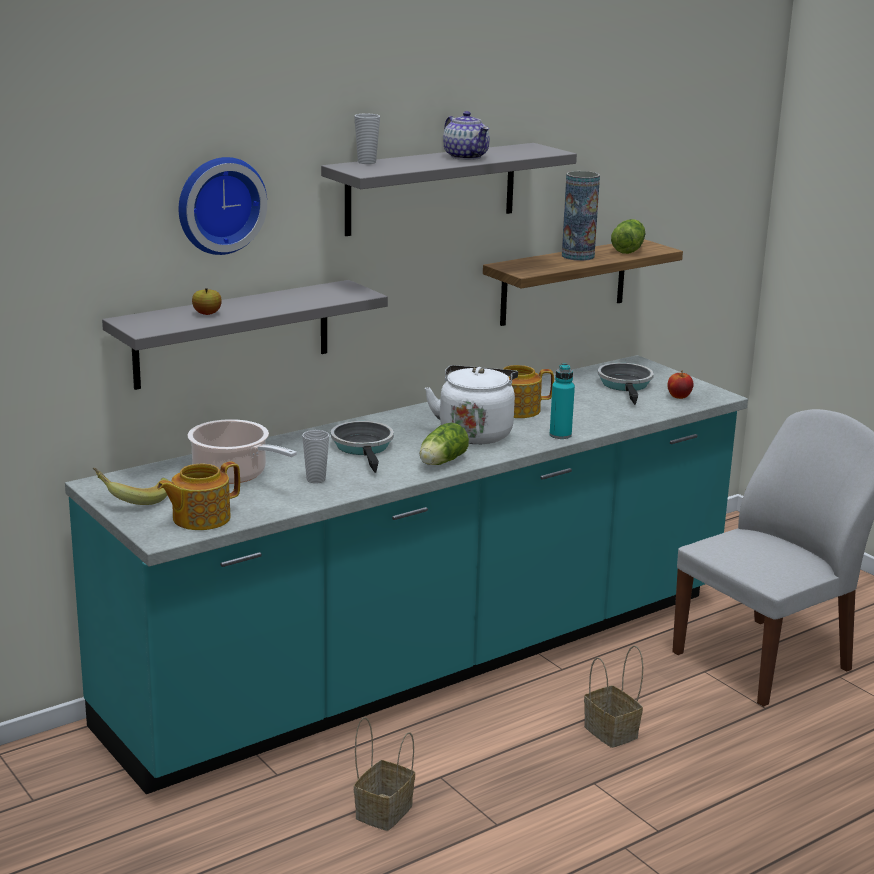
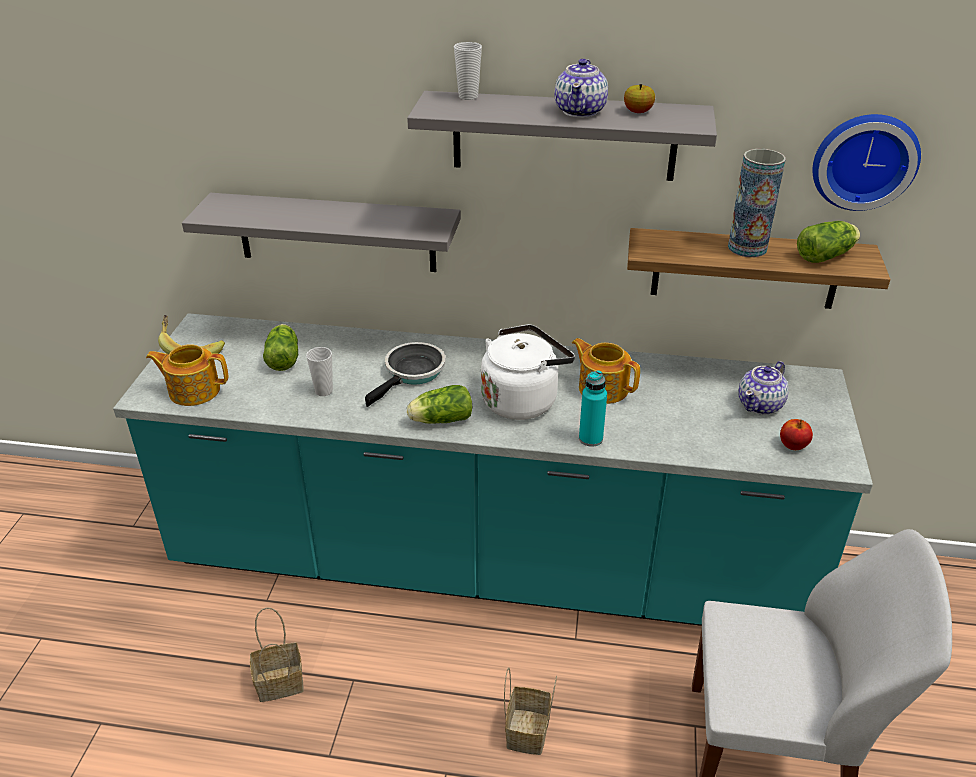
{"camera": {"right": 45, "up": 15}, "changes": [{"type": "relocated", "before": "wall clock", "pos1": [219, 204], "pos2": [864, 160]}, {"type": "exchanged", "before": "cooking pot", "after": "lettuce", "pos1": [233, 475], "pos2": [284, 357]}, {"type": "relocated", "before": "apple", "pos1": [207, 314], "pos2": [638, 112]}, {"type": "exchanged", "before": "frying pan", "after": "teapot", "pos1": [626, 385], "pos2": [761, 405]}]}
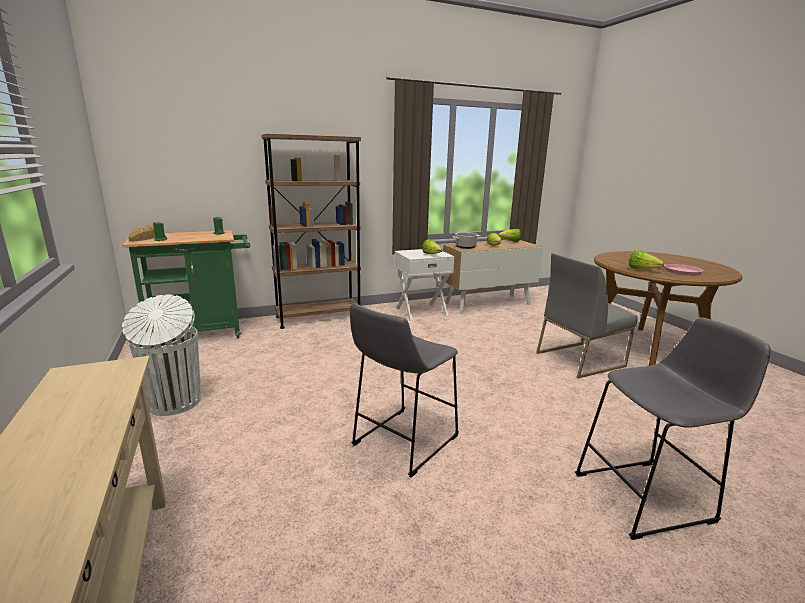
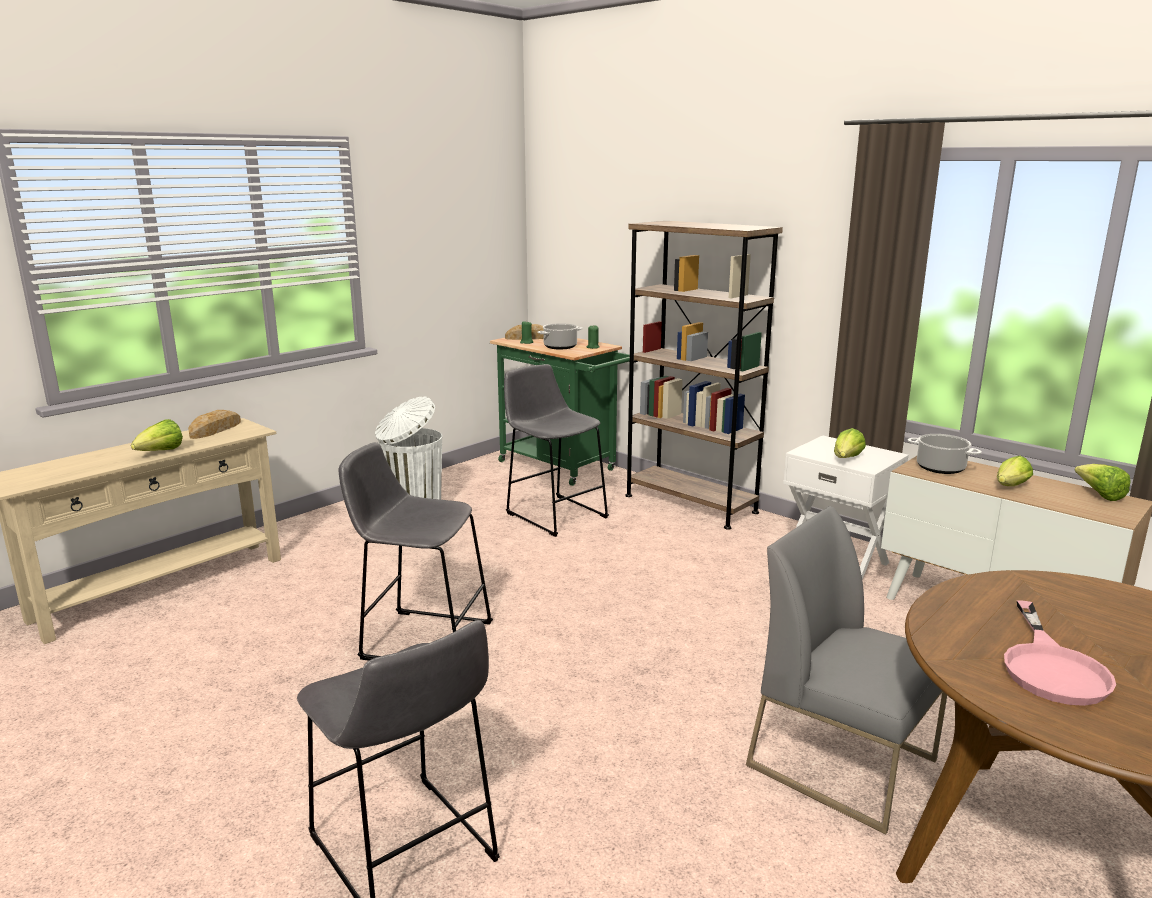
{"camera": {"right": 65, "up": 0}, "changes": [{"type": "relocated", "before": "lettuce", "pos1": [642, 269], "pos2": [160, 452]}, {"type": "appeared", "after": "bread", "pos2": [216, 429]}, {"type": "appeared", "after": "grey stool", "pos2": [553, 513]}, {"type": "appeared", "after": "cooking pot", "pos2": [560, 347]}]}
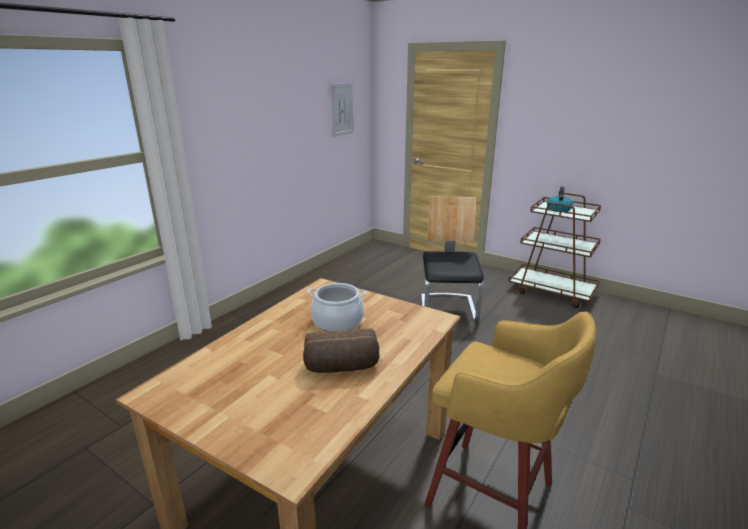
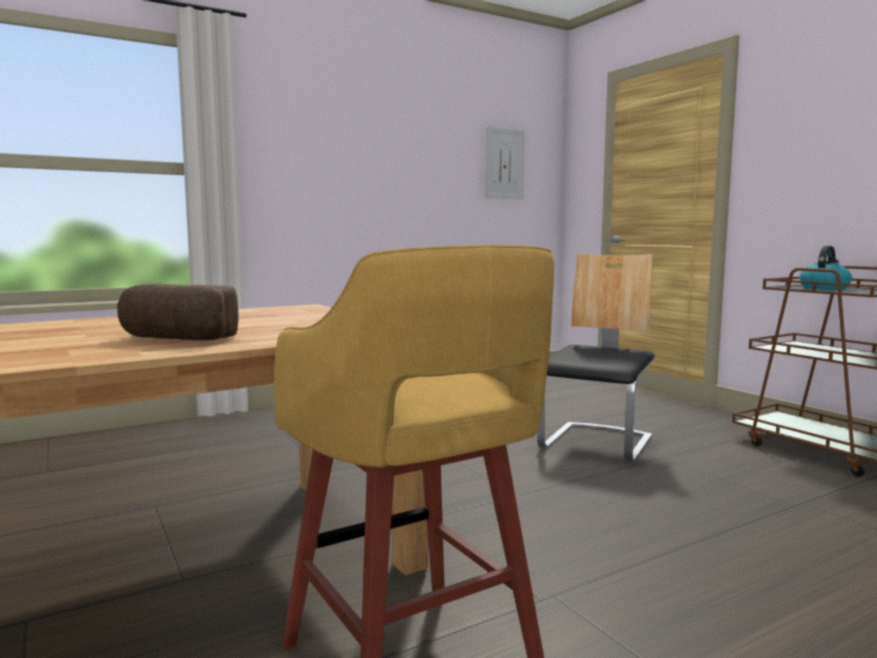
{"camera": {"right": 25, "up": -15}, "changes": [{"type": "missing", "before": "cooking pot", "pos1": [337, 321]}]}
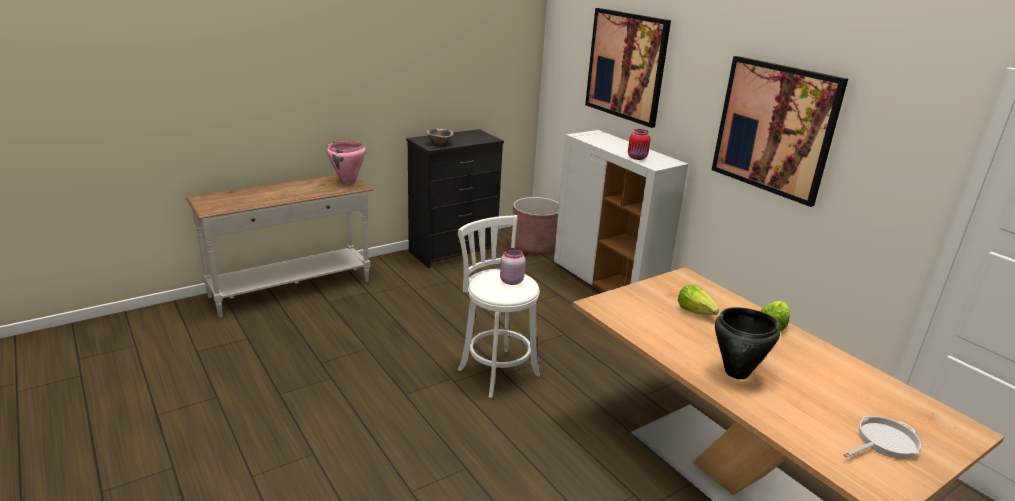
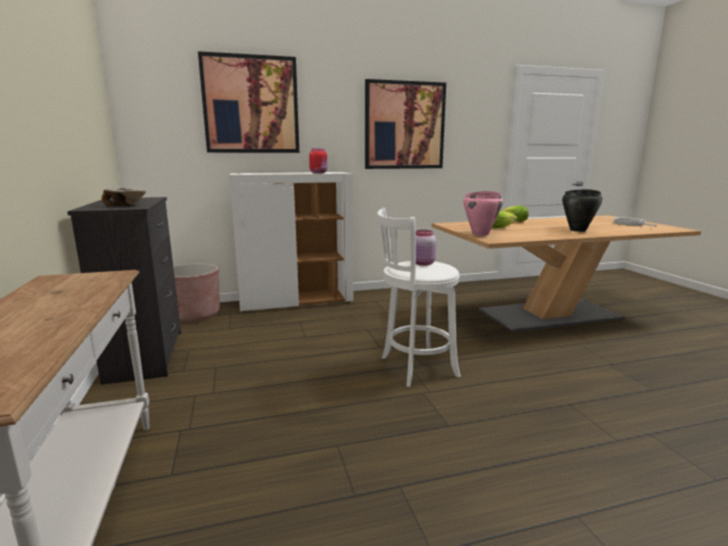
{"camera": {"right": -70, "up": -10}, "changes": [{"type": "relocated", "before": "pink cooking pot", "pos1": [348, 182], "pos2": [480, 234]}]}
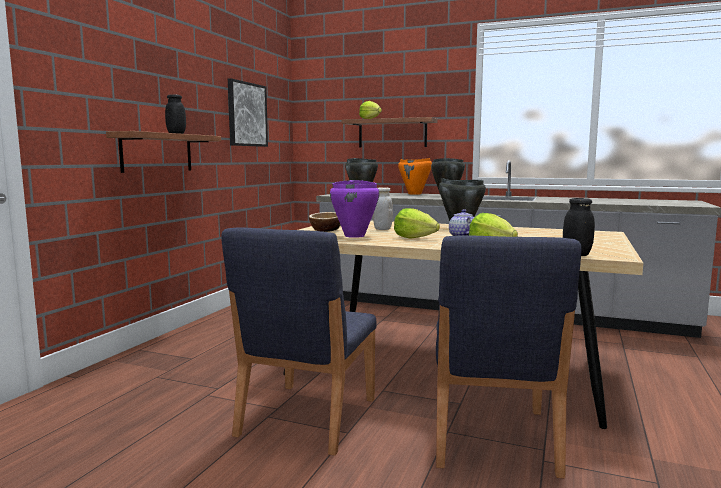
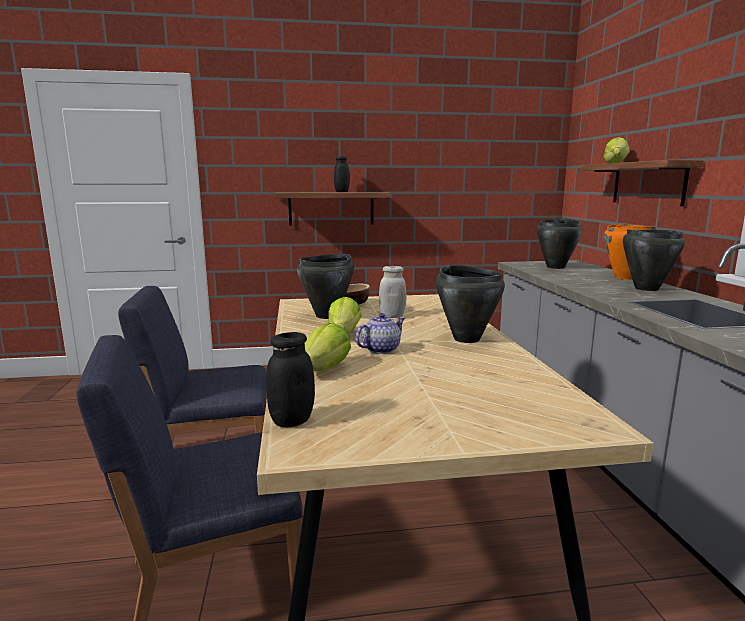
{"camera": {"right": 60, "up": 5}, "changes": [{"type": "missing", "before": "picture", "pos1": [247, 114]}, {"type": "colour", "before": "purple cooking pot", "after": "black cooking pot", "pos1": [355, 236], "pos2": [327, 316]}]}
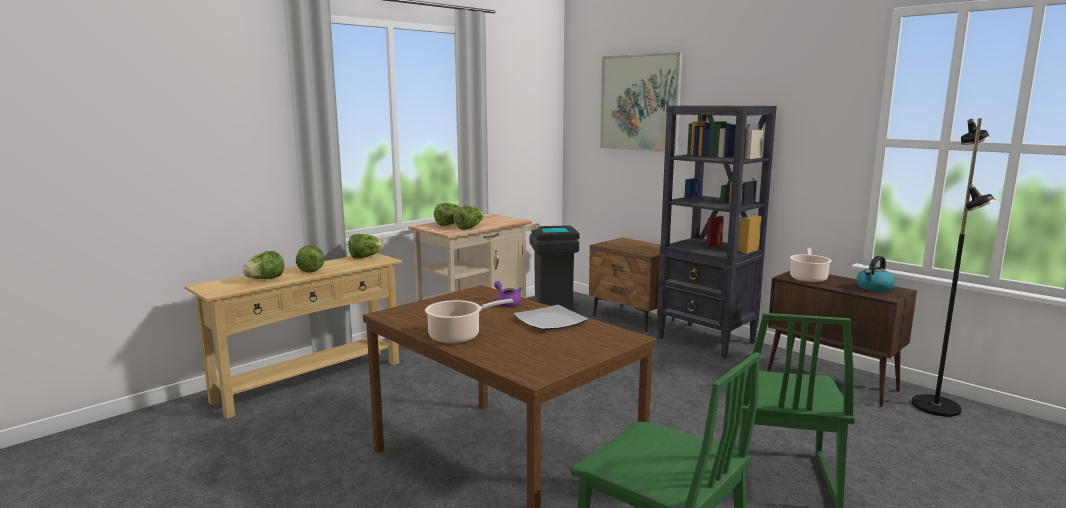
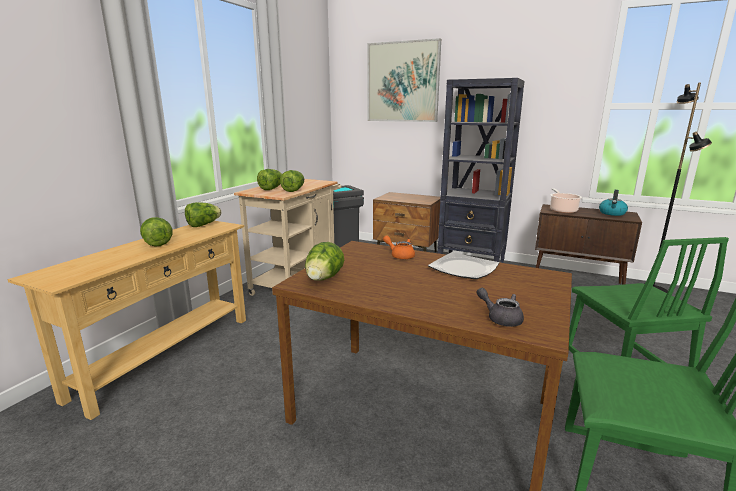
{"camera": {"right": -20, "up": 5}, "changes": [{"type": "relocated", "before": "lettuce", "pos1": [265, 279], "pos2": [323, 279]}, {"type": "missing", "before": "cooking pot", "pos1": [458, 336]}, {"type": "colour", "before": "purple teapot", "after": "orange teapot", "pos1": [507, 303], "pos2": [400, 255]}, {"type": "appeared", "after": "grey teapot", "pos2": [500, 318]}]}
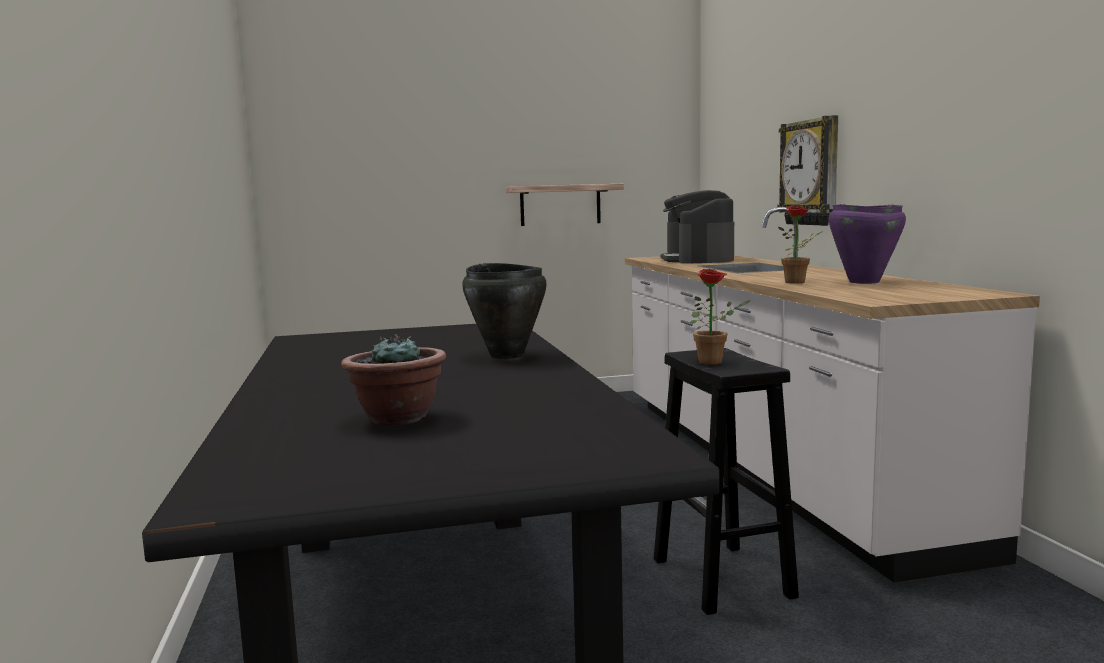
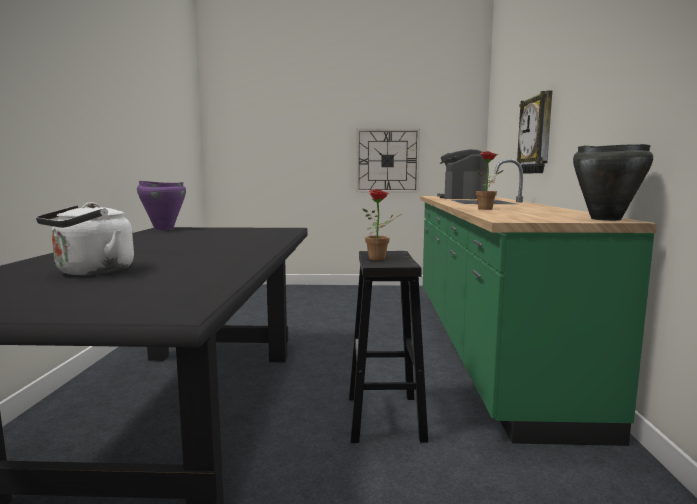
{"camera": {"right": 15, "up": 0}, "changes": [{"type": "exchanged", "before": "potted plant", "after": "white kettle", "pos1": [397, 418], "pos2": [91, 272]}, {"type": "relocated", "before": "black cooking pot", "pos1": [507, 355], "pos2": [605, 219]}, {"type": "exchanged", "before": "shelf", "after": "wall clock", "pos1": [560, 205], "pos2": [387, 161]}, {"type": "colour", "before": "white counter", "after": "green counter", "pos1": [767, 465], "pos2": [484, 343]}, {"type": "relocated", "before": "purple cooking pot", "pos1": [863, 282], "pos2": [163, 229]}]}
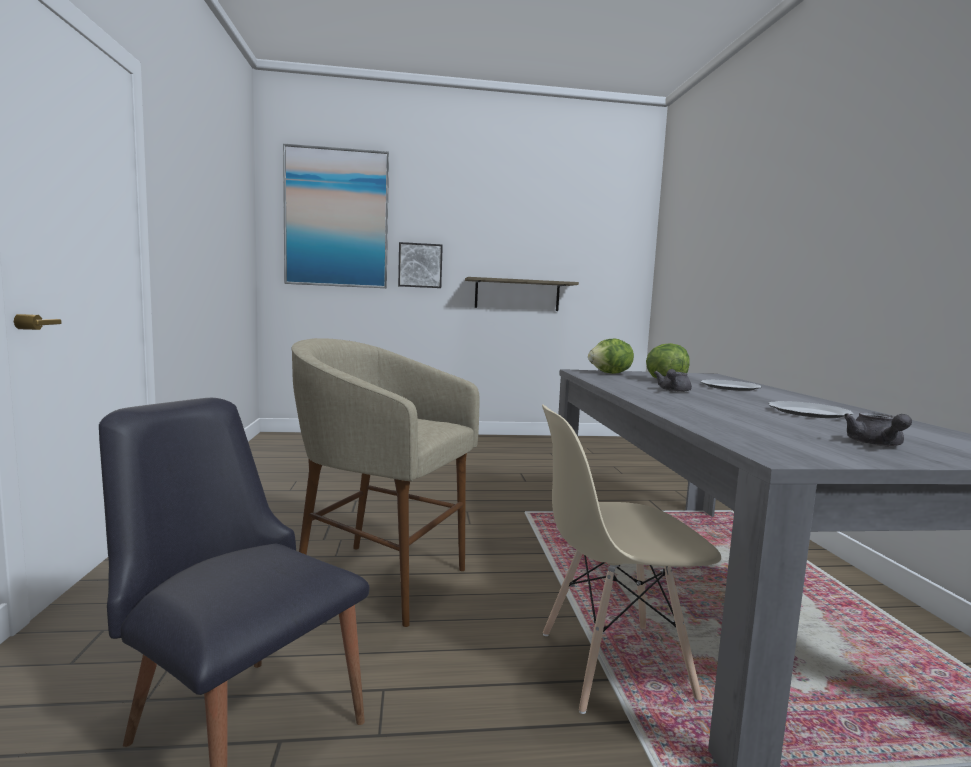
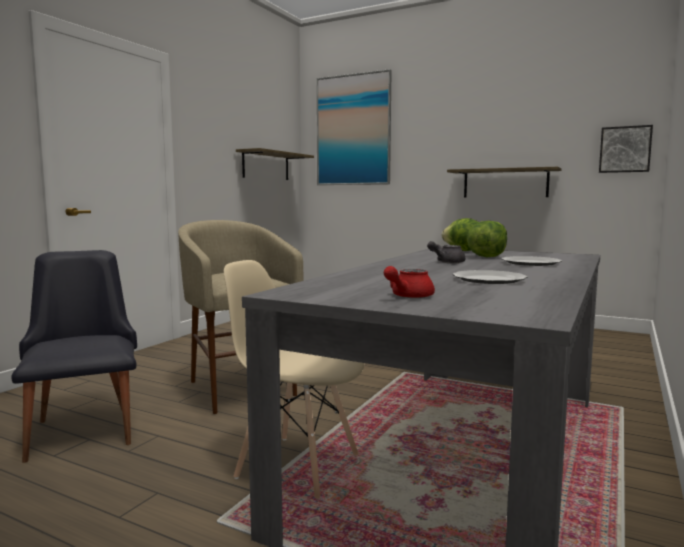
{"camera": {"right": 35, "up": 0}, "changes": [{"type": "relocated", "before": "picture", "pos1": [420, 265], "pos2": [625, 149]}, {"type": "colour", "before": "grey teapot", "after": "red teapot", "pos1": [876, 444], "pos2": [407, 296]}, {"type": "appeared", "after": "shelf", "pos2": [266, 166]}]}
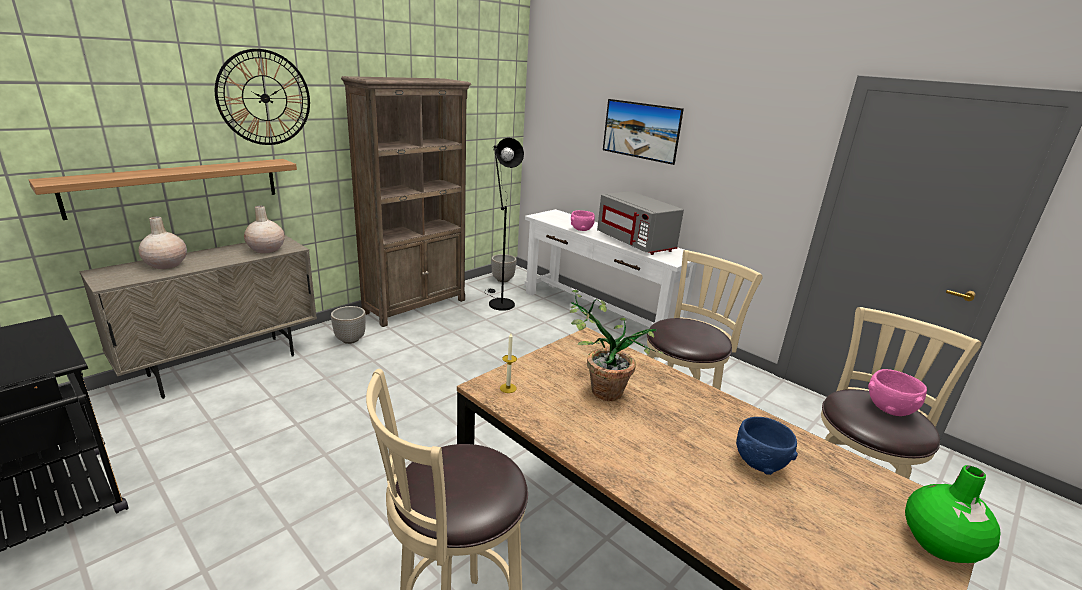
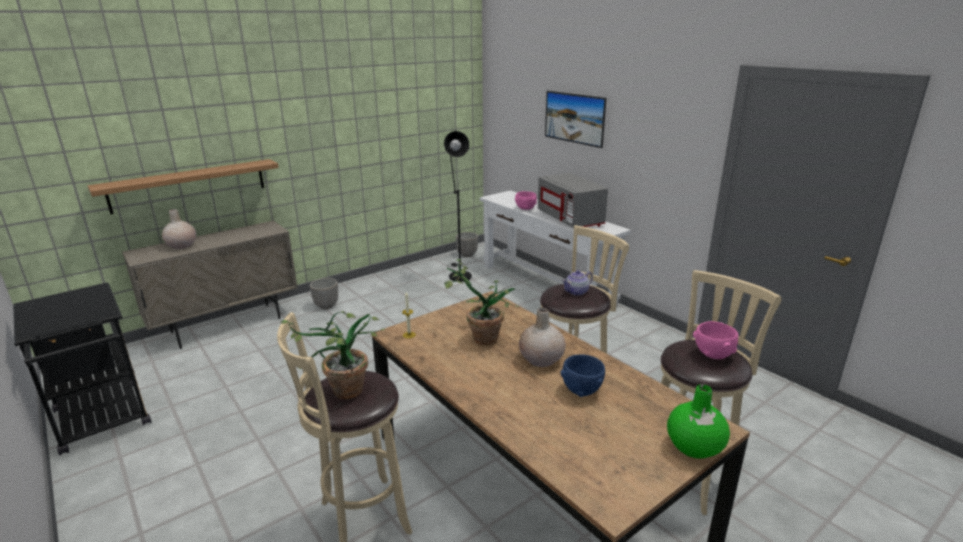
{"camera": {"right": 10, "up": 0}, "changes": [{"type": "missing", "before": "wall clock", "pos1": [264, 98]}, {"type": "relocated", "before": "beige vase", "pos1": [266, 249], "pos2": [541, 360]}, {"type": "missing", "before": "brown bookcase", "pos1": [416, 306]}, {"type": "appeared", "after": "potted plant", "pos2": [340, 394]}, {"type": "appeared", "after": "teapot", "pos2": [577, 292]}]}
